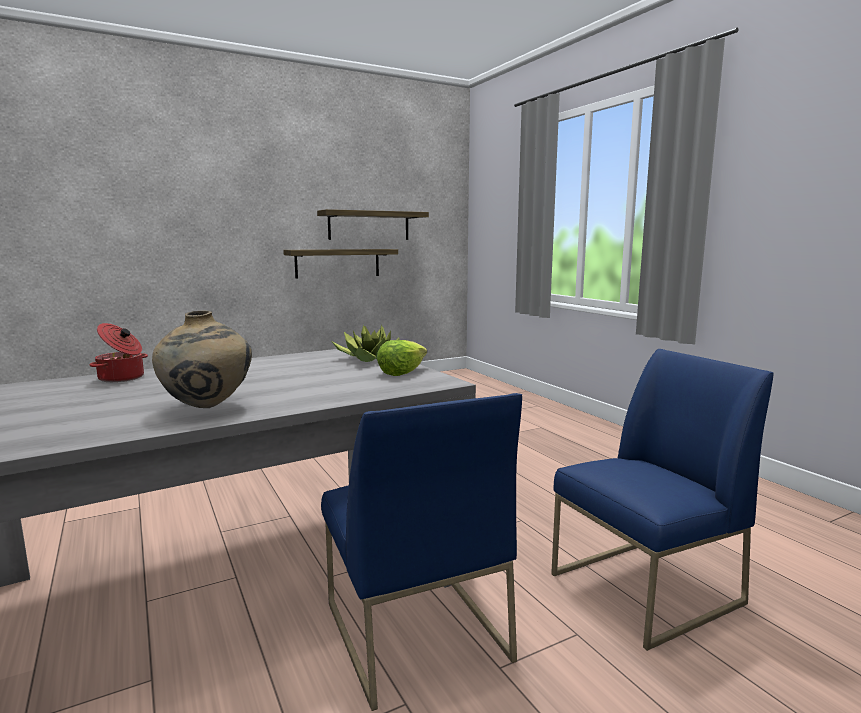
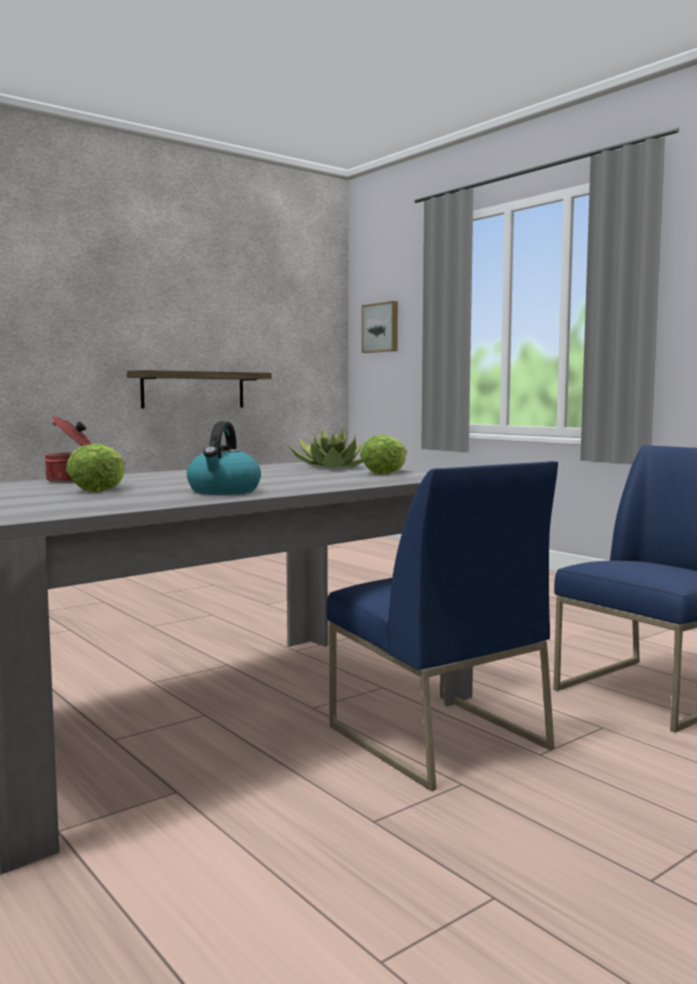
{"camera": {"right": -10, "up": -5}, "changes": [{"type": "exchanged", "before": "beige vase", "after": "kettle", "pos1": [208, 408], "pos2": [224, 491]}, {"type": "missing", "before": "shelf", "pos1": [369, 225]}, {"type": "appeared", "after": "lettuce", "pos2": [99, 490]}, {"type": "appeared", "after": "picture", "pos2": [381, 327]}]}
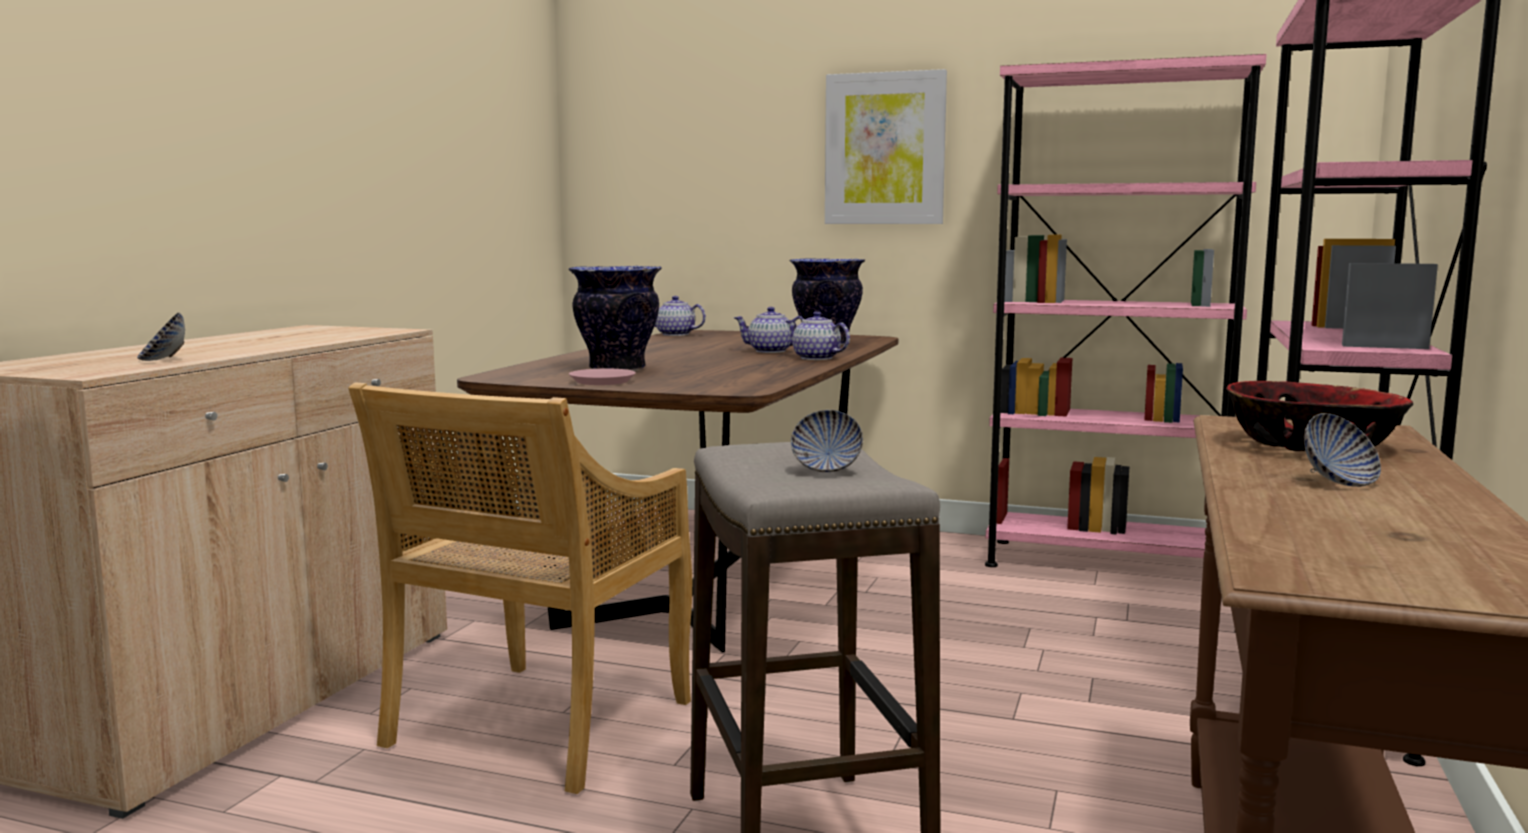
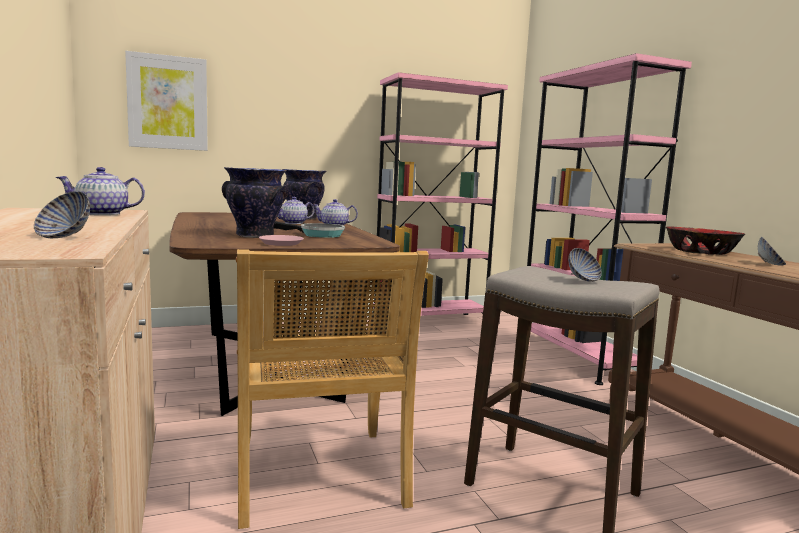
{"camera": {"right": -40, "up": 0}, "changes": [{"type": "relocated", "before": "teapot", "pos1": [675, 334], "pos2": [103, 214]}, {"type": "relocated", "before": "picture", "pos1": [885, 149], "pos2": [168, 102]}, {"type": "appeared", "after": "frying pan", "pos2": [318, 235]}]}
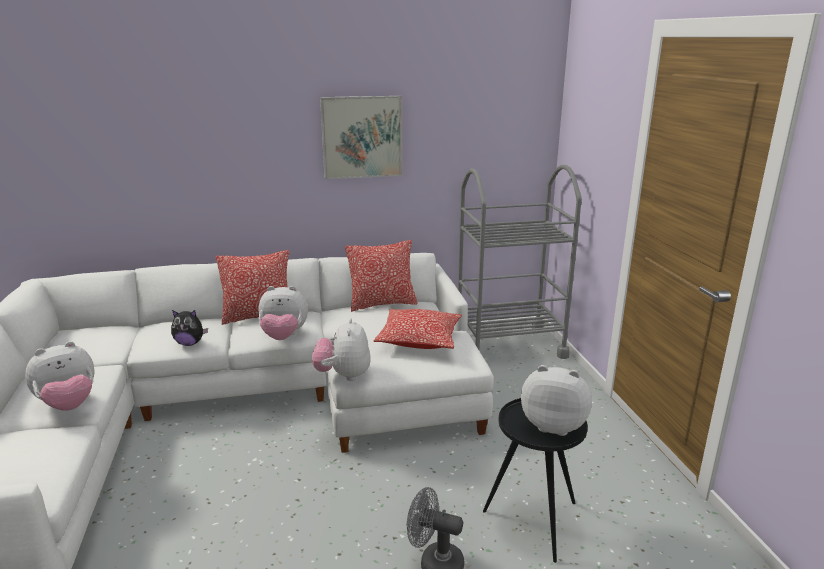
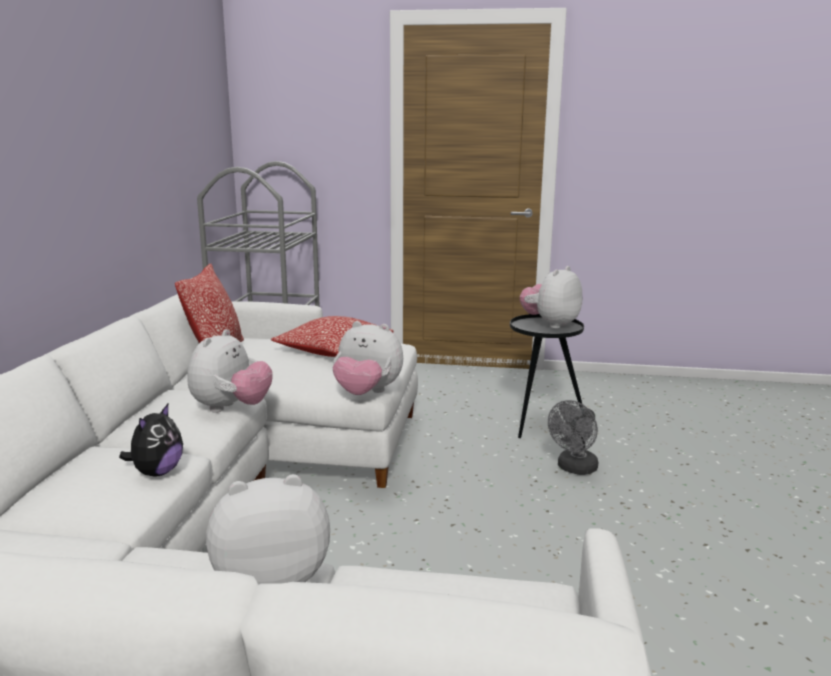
{"camera": {"right": -70, "up": -5}, "changes": [{"type": "spun", "before": "plush toy", "pos1": [69, 405], "pos2": [271, 580], "turn": -90}, {"type": "missing", "before": "pillow", "pos1": [258, 317]}, {"type": "missing", "before": "picture", "pos1": [362, 137]}]}
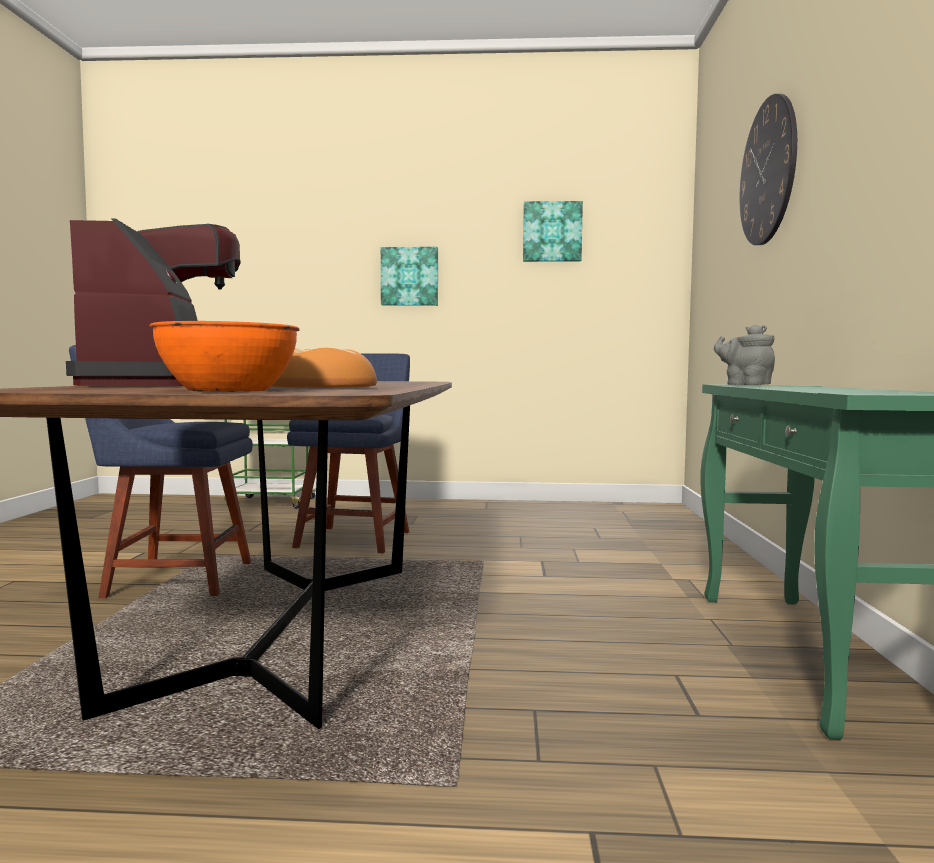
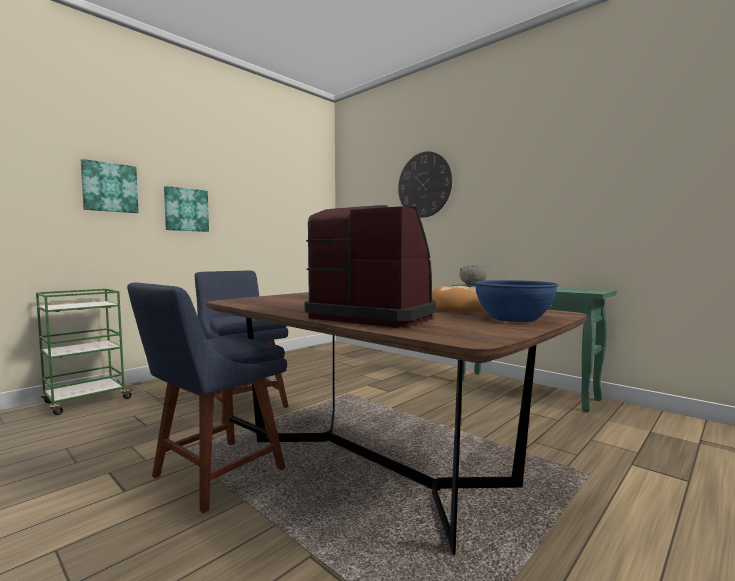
{"camera": {"right": -50, "up": 0}, "changes": [{"type": "colour", "before": "orange bowl", "after": "blue bowl", "pos1": [228, 390], "pos2": [514, 318]}, {"type": "relocated", "before": "picture", "pos1": [552, 232], "pos2": [109, 187]}, {"type": "exchanged", "before": "grey teapot", "after": "grey bowl", "pos1": [745, 384], "pos2": [473, 285]}]}
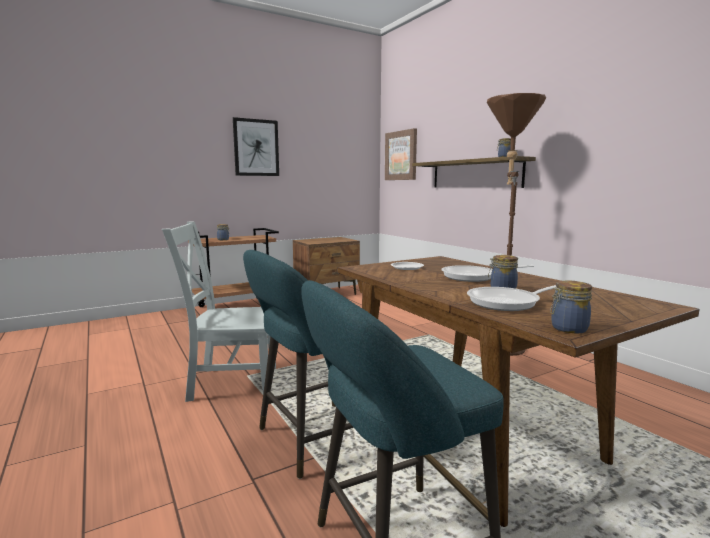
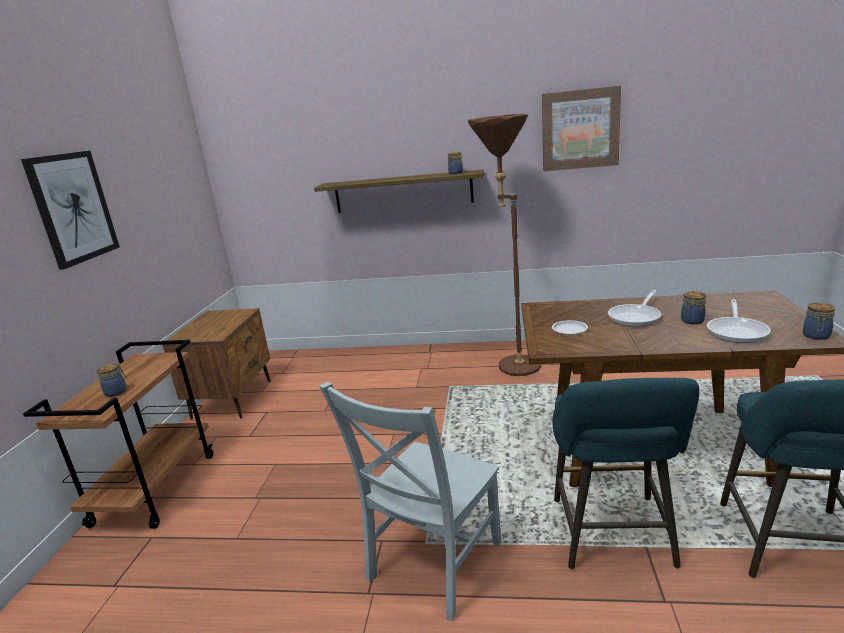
{"camera": {"right": -50, "up": 10}, "changes": [{"type": "relocated", "before": "picture", "pos1": [401, 155], "pos2": [580, 129]}]}
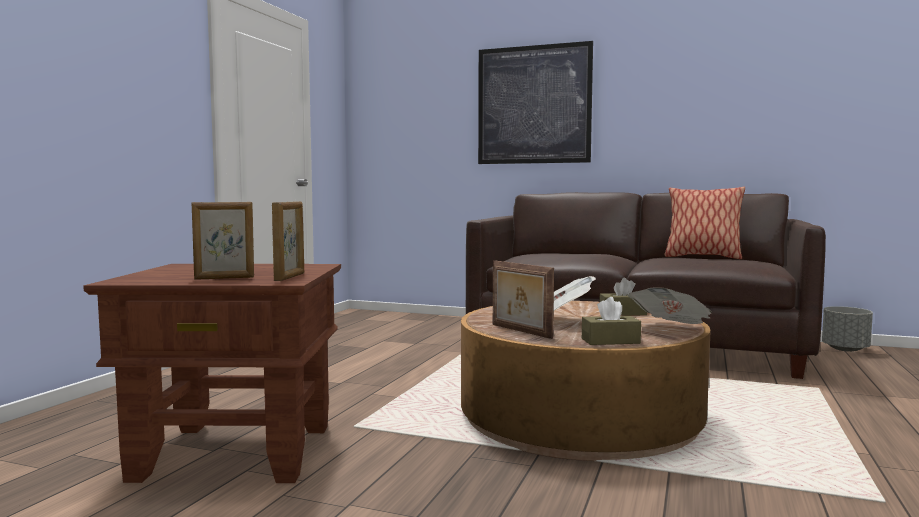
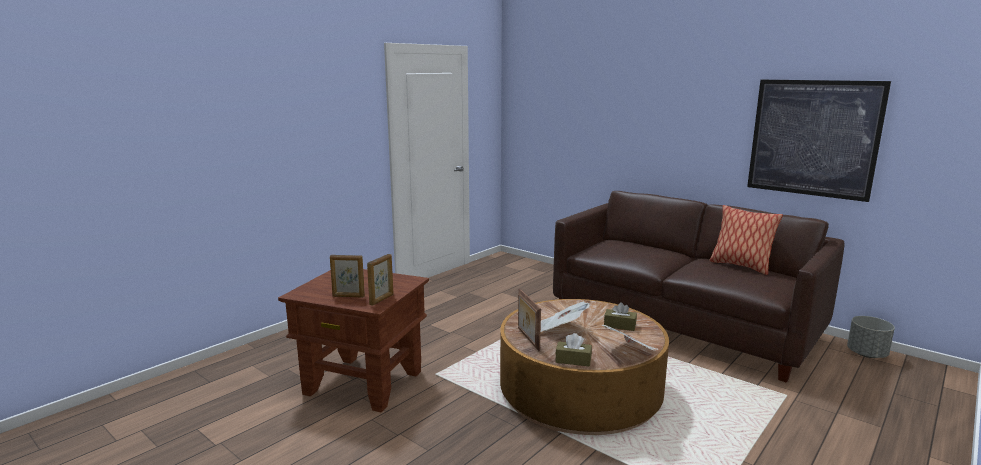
{"camera": {"right": 20, "up": 10}, "changes": [{"type": "relocated", "before": "picture", "pos1": [534, 105], "pos2": [813, 138]}]}
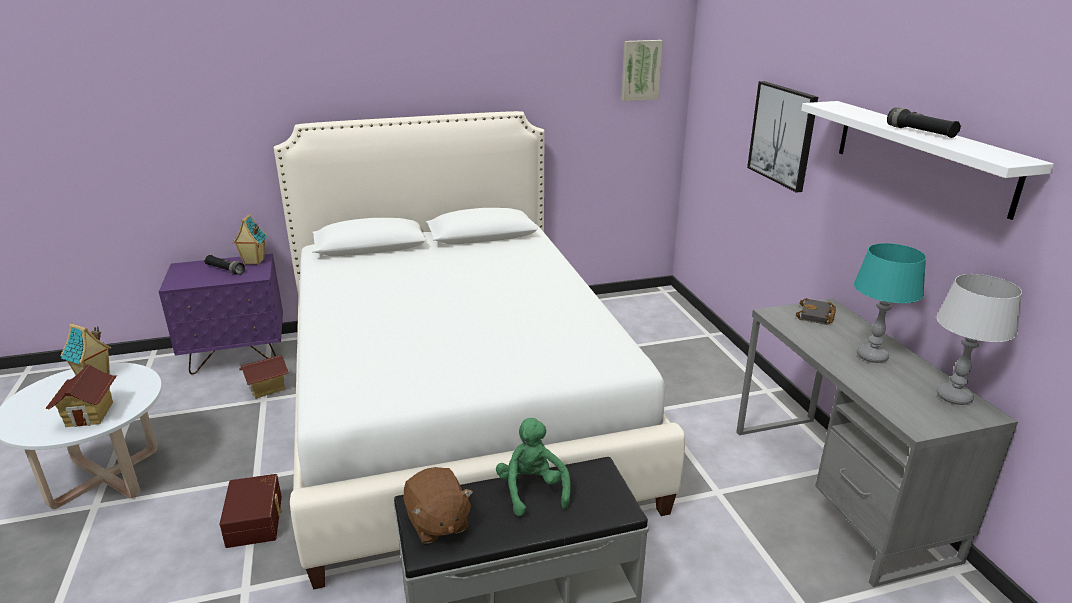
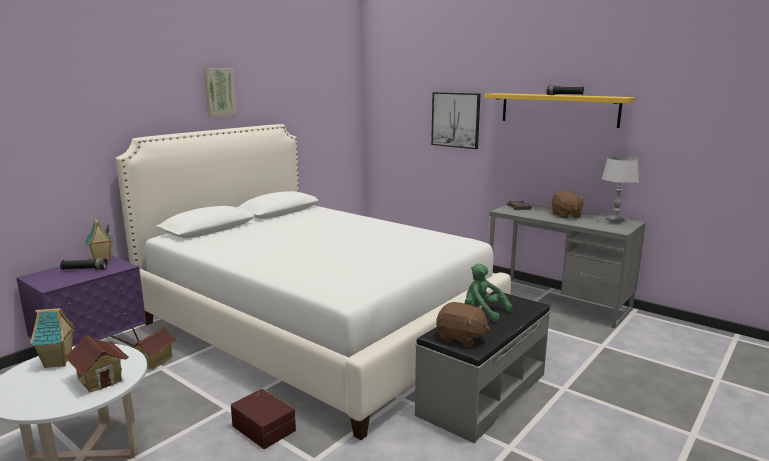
{"camera": {"right": -35, "up": -10}, "changes": [{"type": "relocated", "before": "picture", "pos1": [640, 70], "pos2": [219, 92]}, {"type": "colour", "before": "white shelf", "after": "yellow shelf", "pos1": [921, 154], "pos2": [558, 109]}, {"type": "exchanged", "before": "turquoise table lamp", "after": "brown plush toy", "pos1": [872, 356], "pos2": [565, 215]}]}
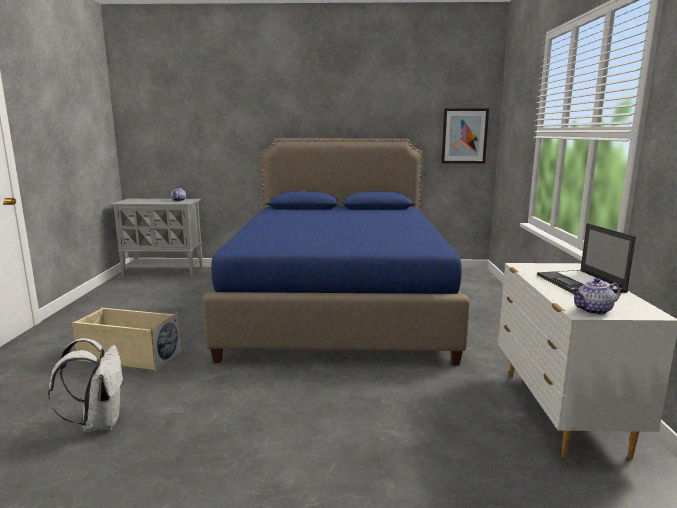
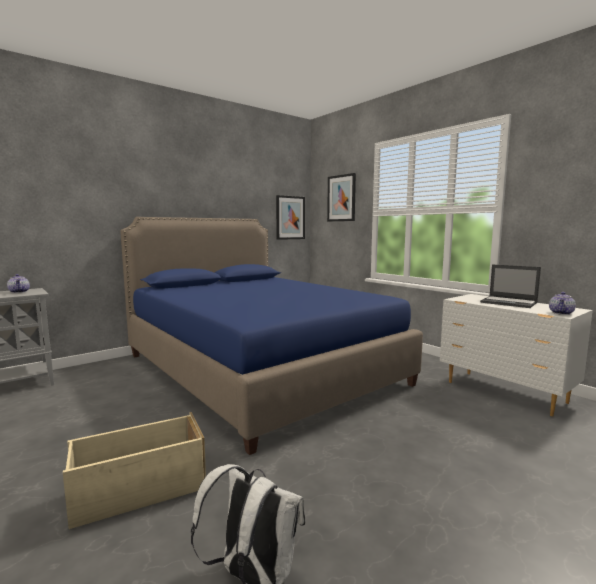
{"camera": {"right": -40, "up": -5}, "changes": [{"type": "appeared", "after": "picture", "pos2": [341, 198]}]}
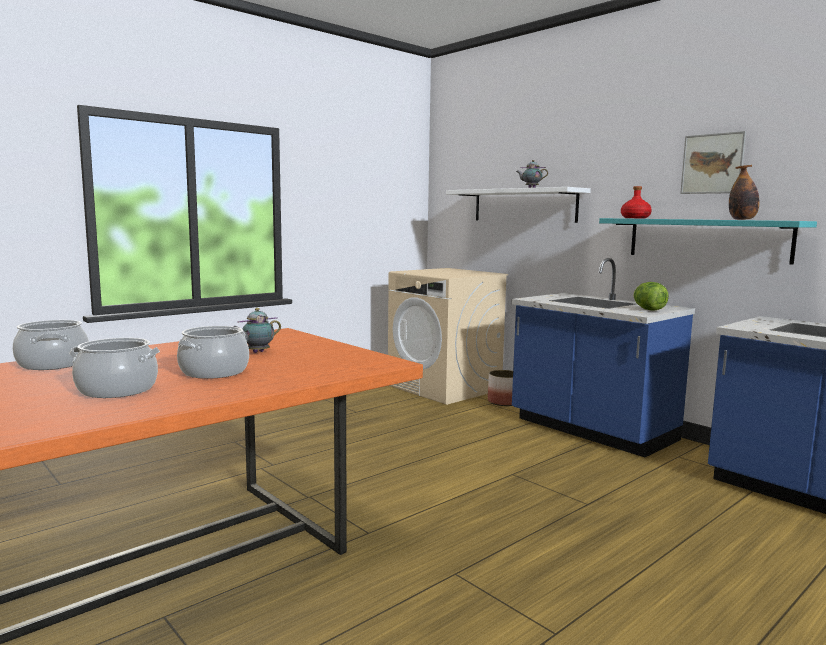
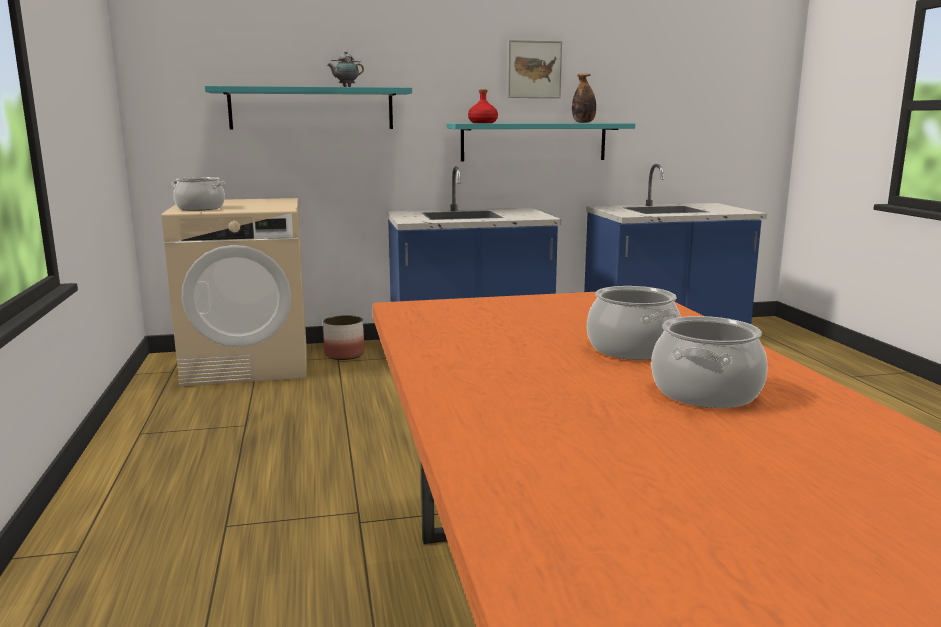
{"camera": {"right": -60, "up": 5}, "changes": [{"type": "relocated", "before": "cooking pot", "pos1": [52, 364], "pos2": [200, 208]}, {"type": "missing", "before": "teapot", "pos1": [256, 352]}, {"type": "colour", "before": "white shelf", "after": "turquoise shelf", "pos1": [524, 205], "pos2": [312, 108]}, {"type": "missing", "before": "lettuce", "pos1": [648, 309]}]}
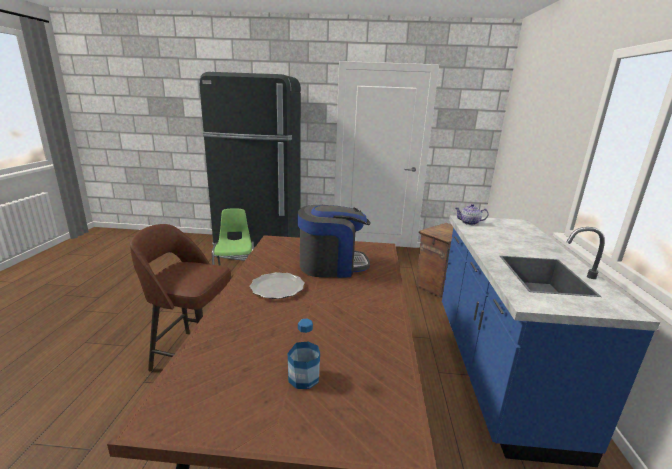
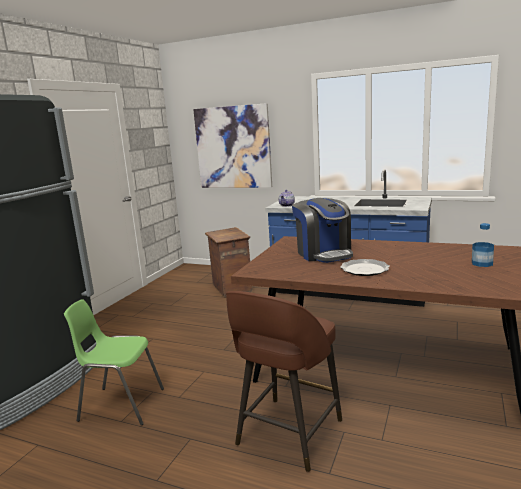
{"camera": {"right": -70, "up": -5}, "changes": [{"type": "spun", "before": "coffee machine", "pos1": [332, 265], "pos2": [324, 254], "turn": 150}, {"type": "appeared", "after": "picture", "pos2": [233, 147]}]}
